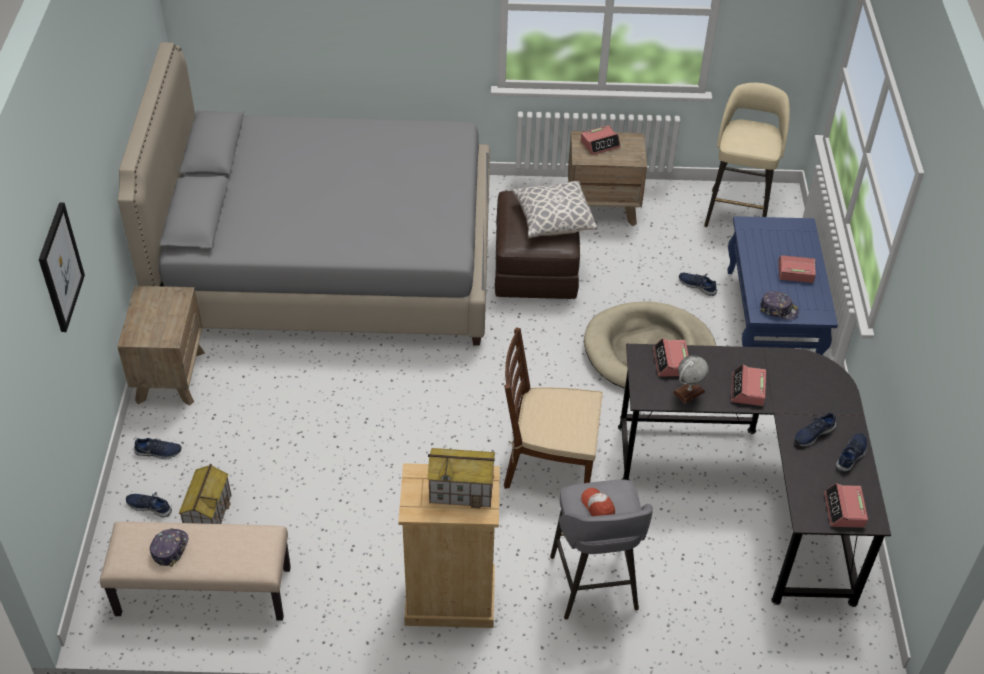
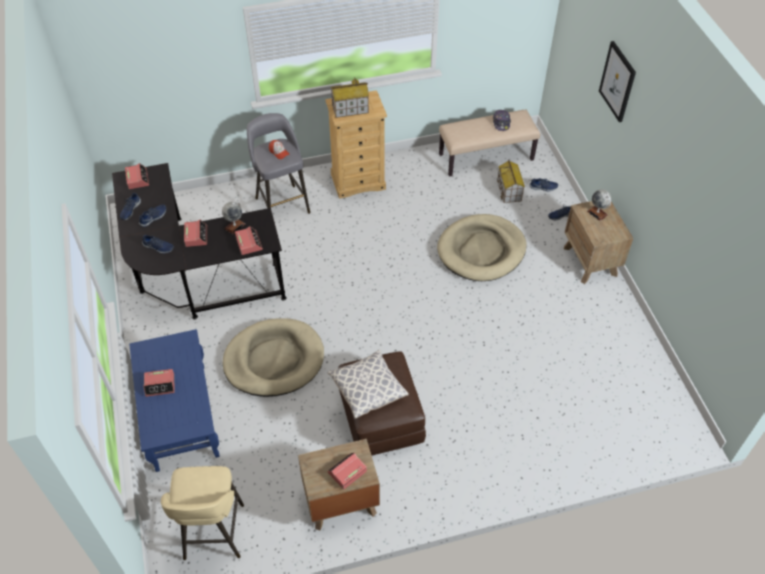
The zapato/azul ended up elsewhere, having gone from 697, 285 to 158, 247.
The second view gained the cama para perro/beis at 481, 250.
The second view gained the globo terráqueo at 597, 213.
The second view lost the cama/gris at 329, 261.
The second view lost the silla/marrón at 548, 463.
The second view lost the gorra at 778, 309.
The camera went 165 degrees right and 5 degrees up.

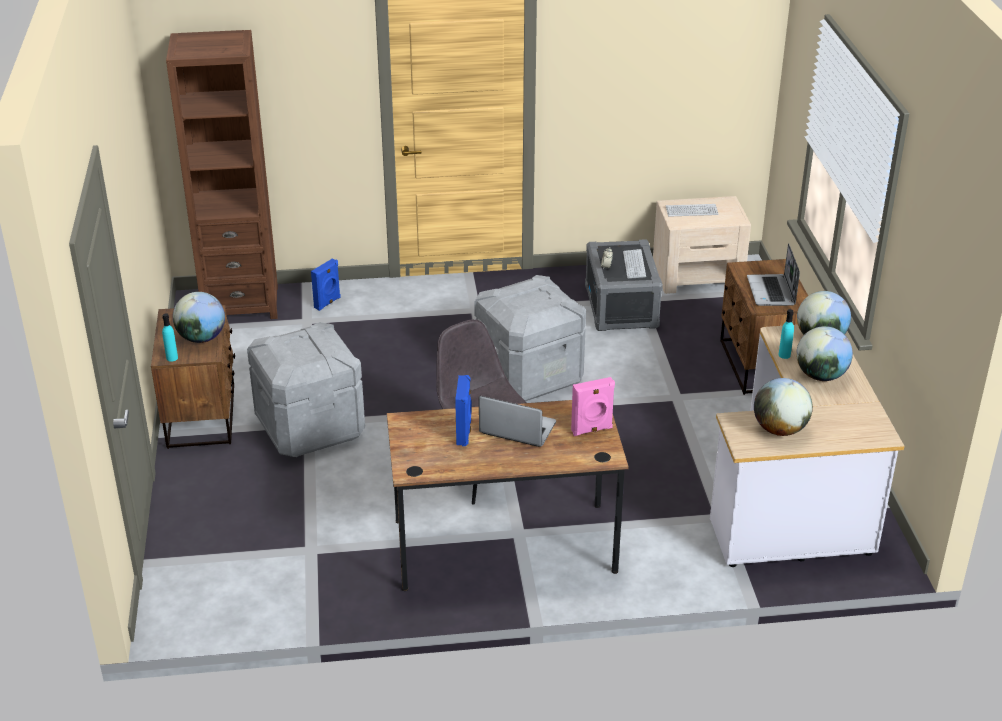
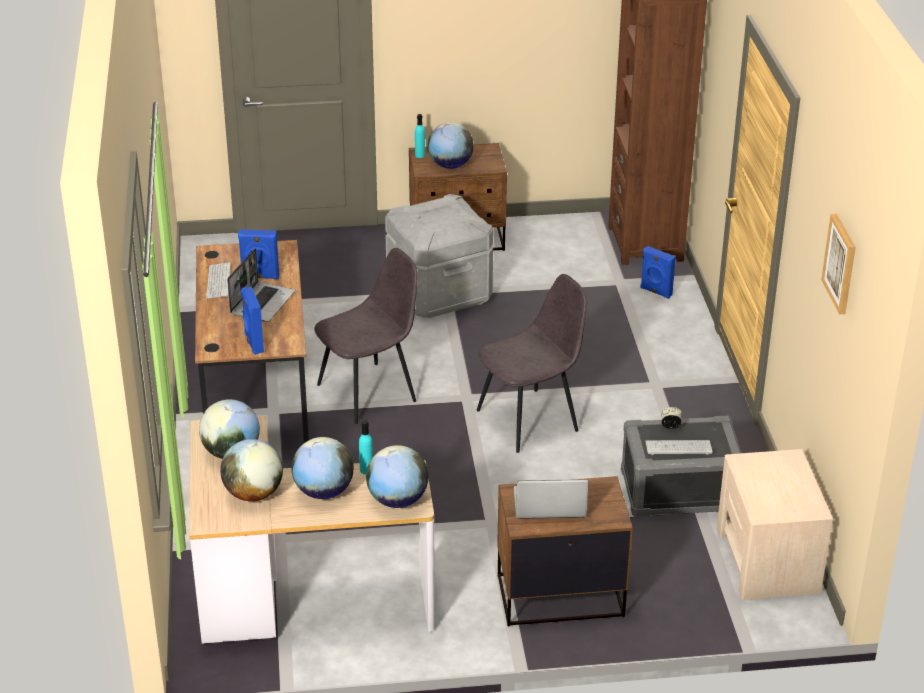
The teclado ended up elsewhere, having gone from 691, 211 to 218, 282.
The second view gained the globo terráqueo at 253, 494.
What was the altavoz/rosa at 592, 430 turned into the altavoz/azul at 253, 343.
Where the caja de almacenaje/gris stood at 529, 375, the silla/gris came to stand at 529, 420.
The second view gained the cuadro at 840, 263.
The camera went 90 degrees right and 0 degrees up.

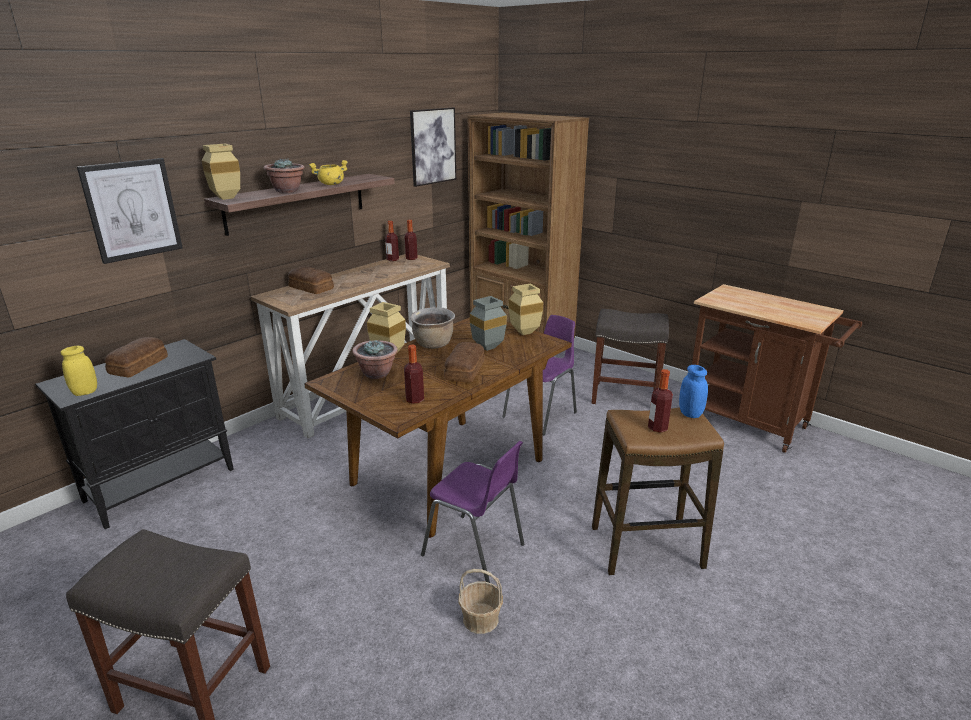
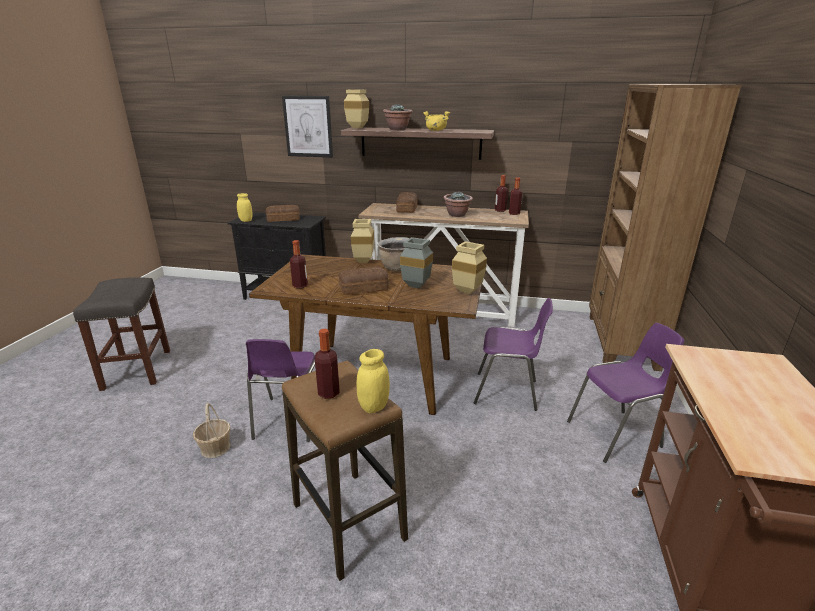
What was the tarro/azul at 690, 413 turned into the tarro/amarillo at 374, 406.
The planta en maceta ended up elsewhere, having gone from 377, 373 to 457, 215.
Where the taburete/gris stood at 626, 396, the silla/morado came to stand at 616, 434.
The second view lost the cuadro at 433, 146.
The camera went 60 degrees right and 0 degrees up.

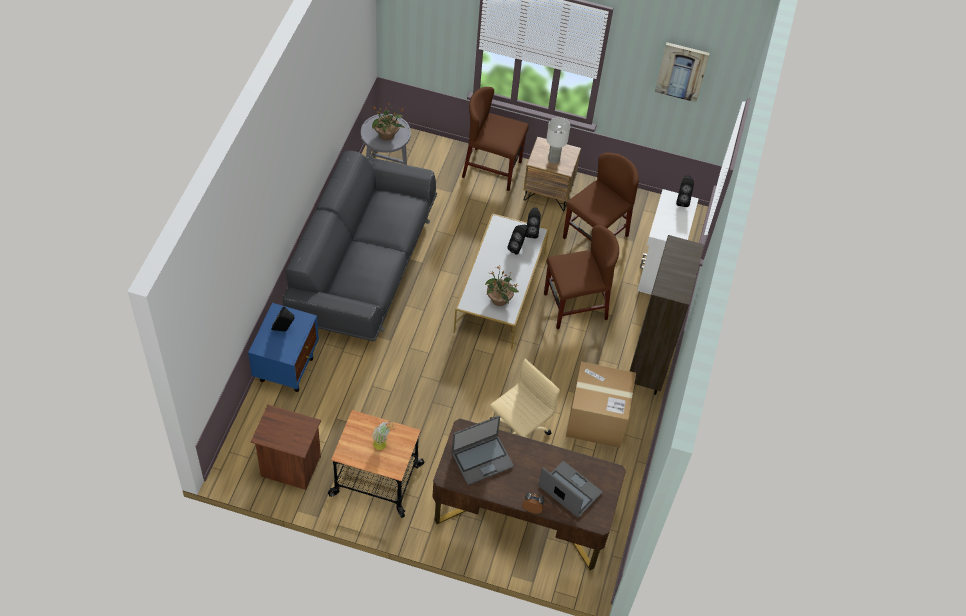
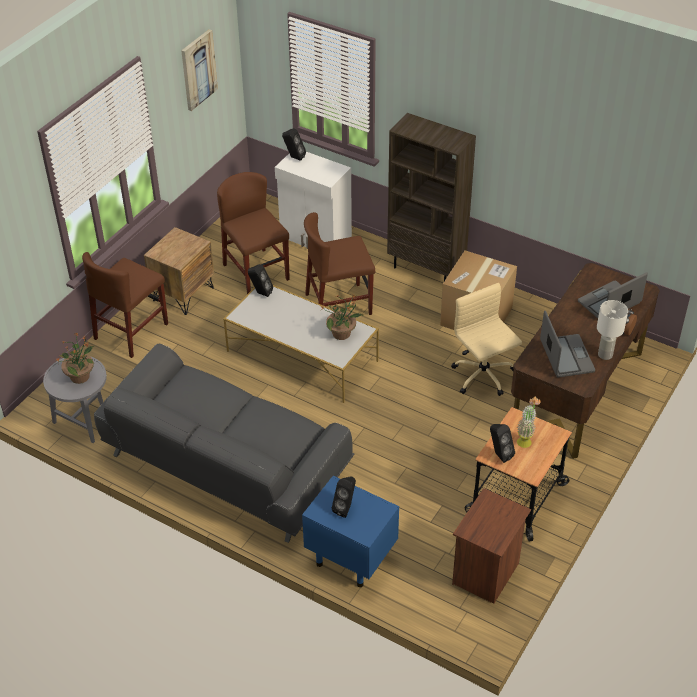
The silla/marrón at 575, 306 ended up facing another way, 105 degrees counterclockwise from before.
The altavoz/negro ended up elsewhere, having gone from 518, 247 to 499, 454.
The lámpara de mesa/blanco ended up elsewhere, having gone from 554, 159 to 605, 355.
The camera went 70 degrees left and 10 degrees down.

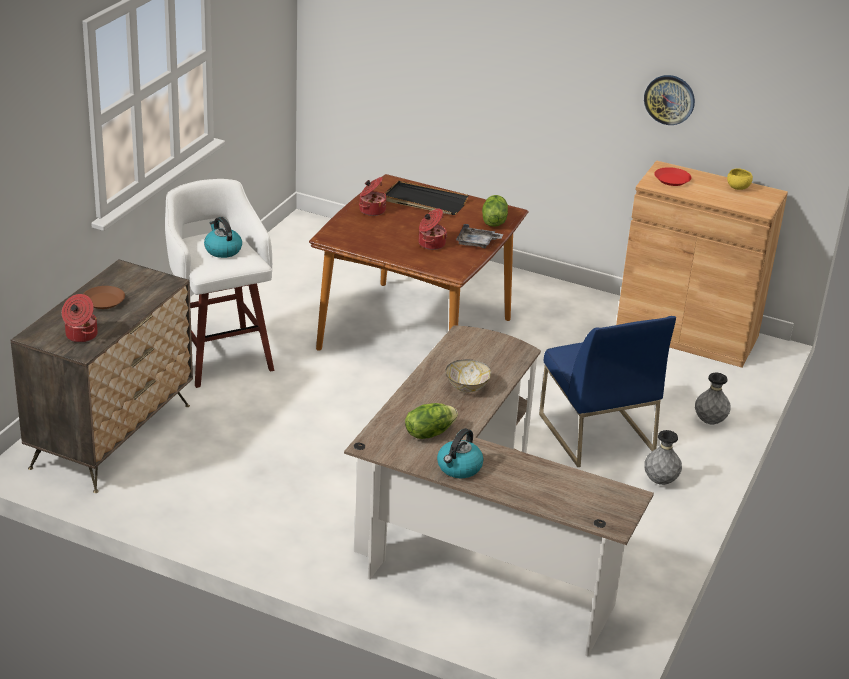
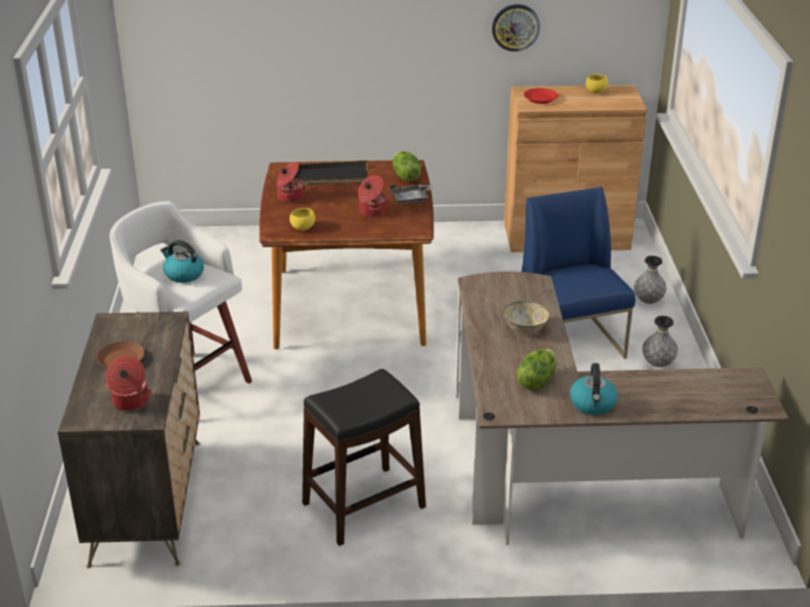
The second view gained the cuenco/amarillo at 303, 228.
The second view gained the taburete/negro at 364, 505.
The silla/azul at 595, 432 ended up facing another way, 150 degrees counterclockwise from before.
The camera went 25 degrees left and 0 degrees up.

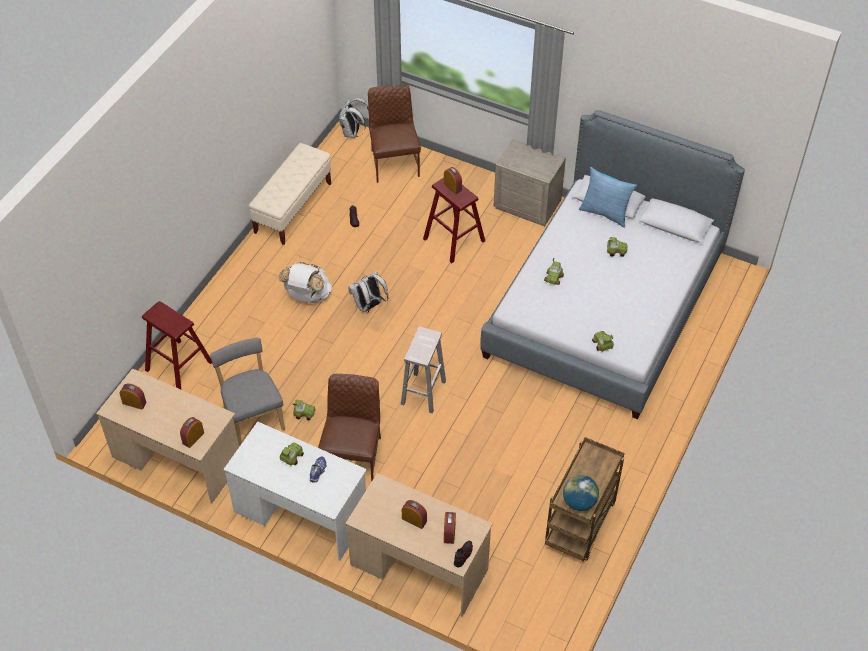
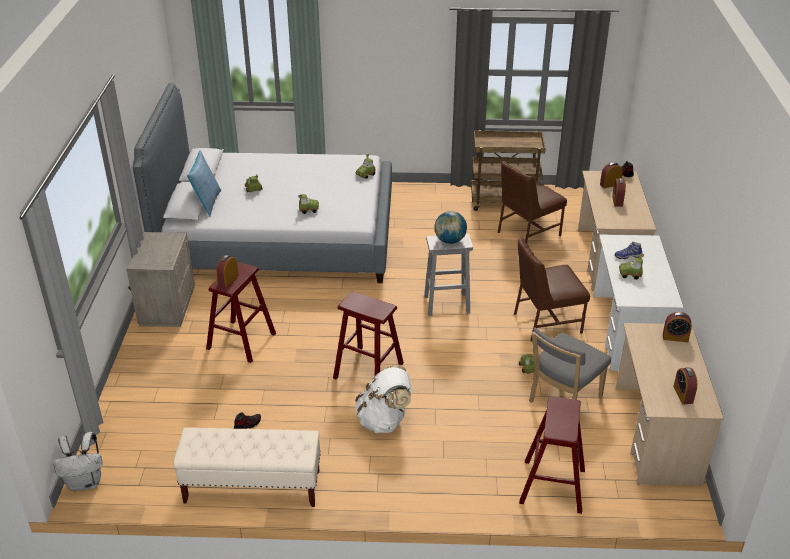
Where the mochila/blanco stood at 369, 306, the taburete/rojo came to stand at 368, 370.
The globo terráqueo ended up elsewhere, having gone from 579, 502 to 450, 241.
The silla/marrón ended up elsewhere, having gone from 394, 162 to 527, 233.
The camera went 115 degrees left and 15 degrees down.

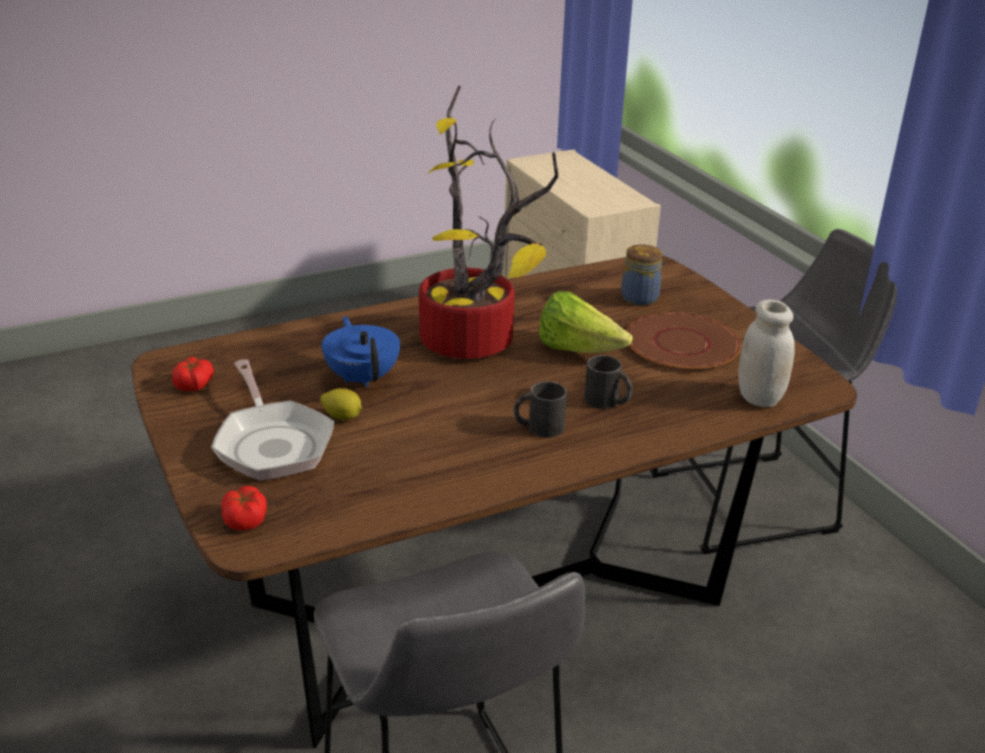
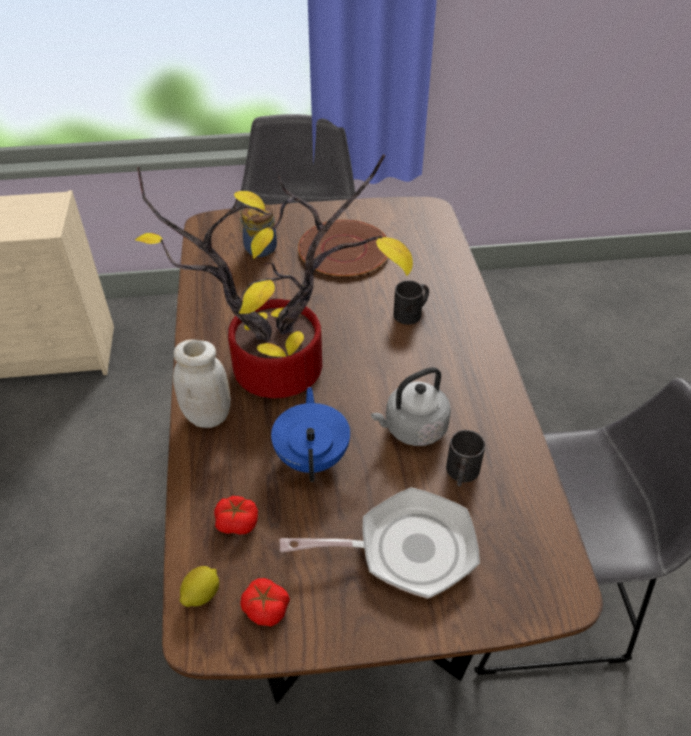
The tarro/blanco ended up elsewhere, having gone from 759, 397 to 208, 416.
The limón ended up elsewhere, having gone from 342, 417 to 201, 594.
The tomate ended up elsewhere, having gone from 245, 519 to 237, 522.
The tetera/azul at 362, 377 ended up facing another way, 90 degrees clockwise from before.
The second view gained the hervidor/gris at 412, 429.
The taza grande/negro ended up elsewhere, having gone from 538, 427 to 461, 474.
The second view lost the lechuga at 577, 350.
The camera went 70 degrees left and 15 degrees up.

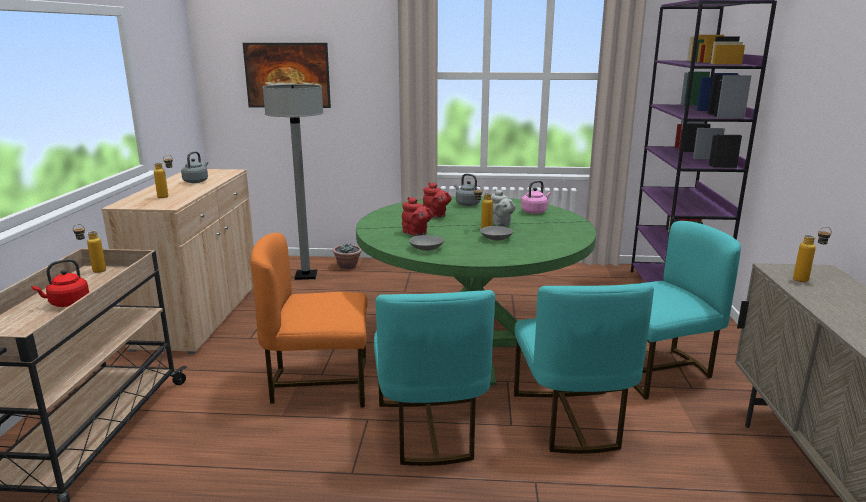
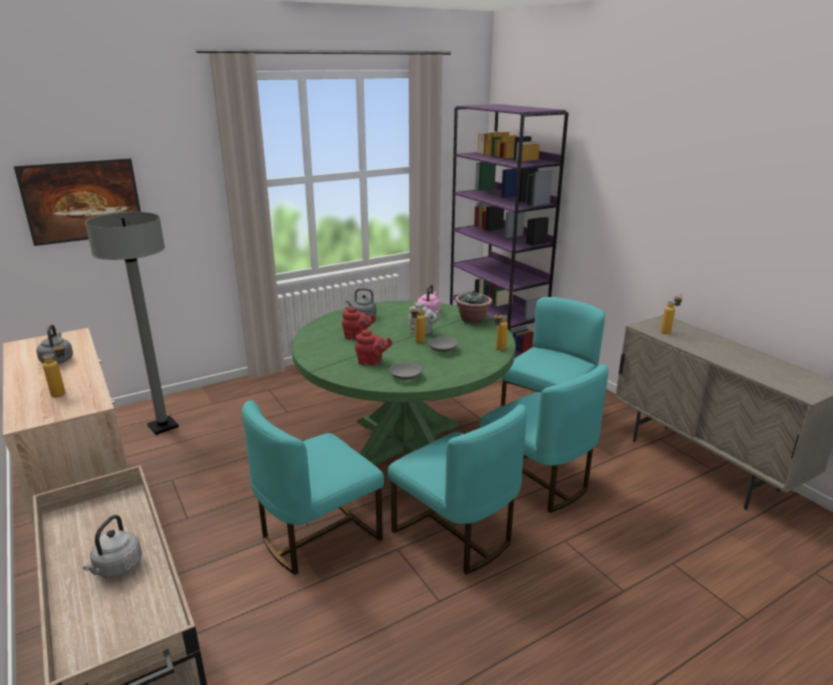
What was the hervidor/rojo at 67, 303 turned into the hervidor/gris at 117, 568.
What was the silla/naranja at 319, 384 turned into the silla/turquesa at 318, 535.
The planta en maceta ended up elsewhere, having gone from 348, 266 to 472, 320.
The botella ended up elsewhere, having gone from 93, 271 to 498, 350.
The camera went 35 degrees left and 5 degrees up.

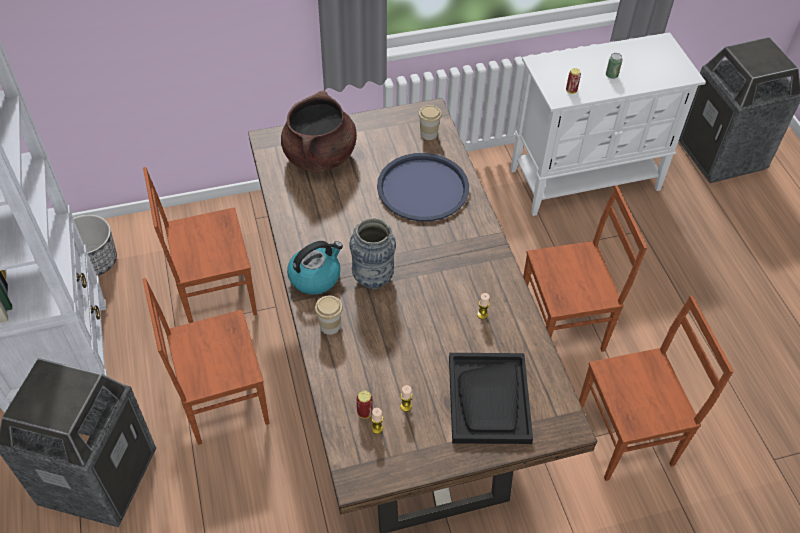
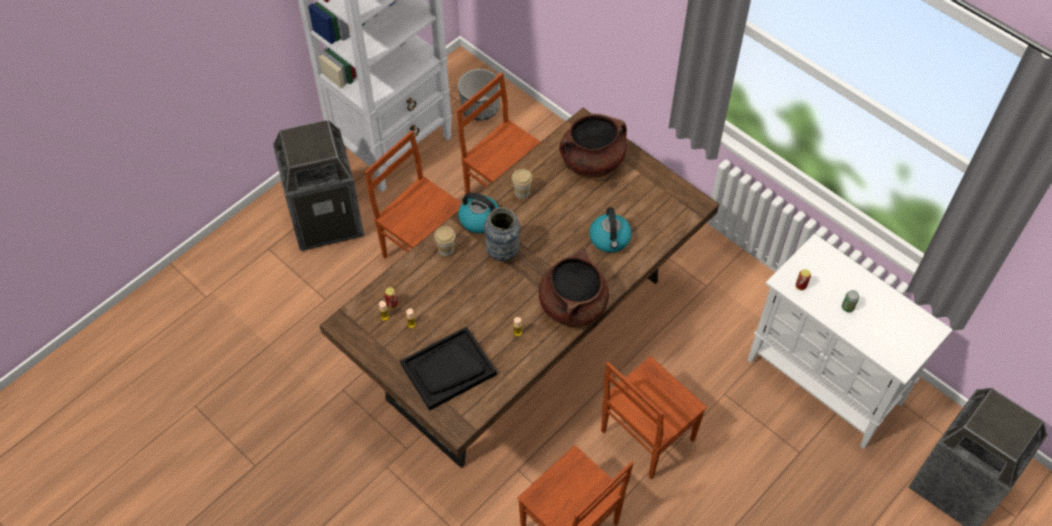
The taza ended up elsewhere, having gone from 428, 134 to 522, 192.
The second view gained the olla/marrón at 572, 305.
Where the bandeja/azul stood at 422, 188, the hervidor came to stand at 610, 239.
The silla/marrón at 563, 326 ended up facing another way, 90 degrees clockwise from before.
The camera went 60 degrees right and 5 degrees up.

